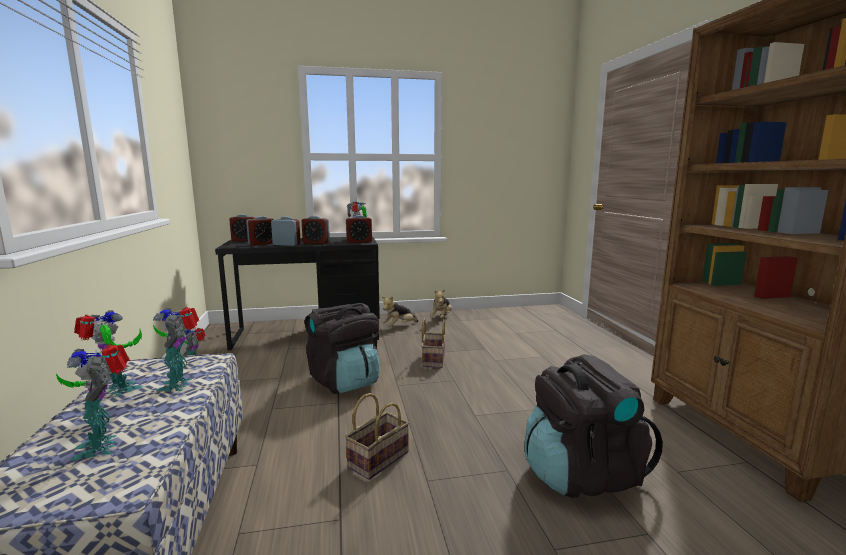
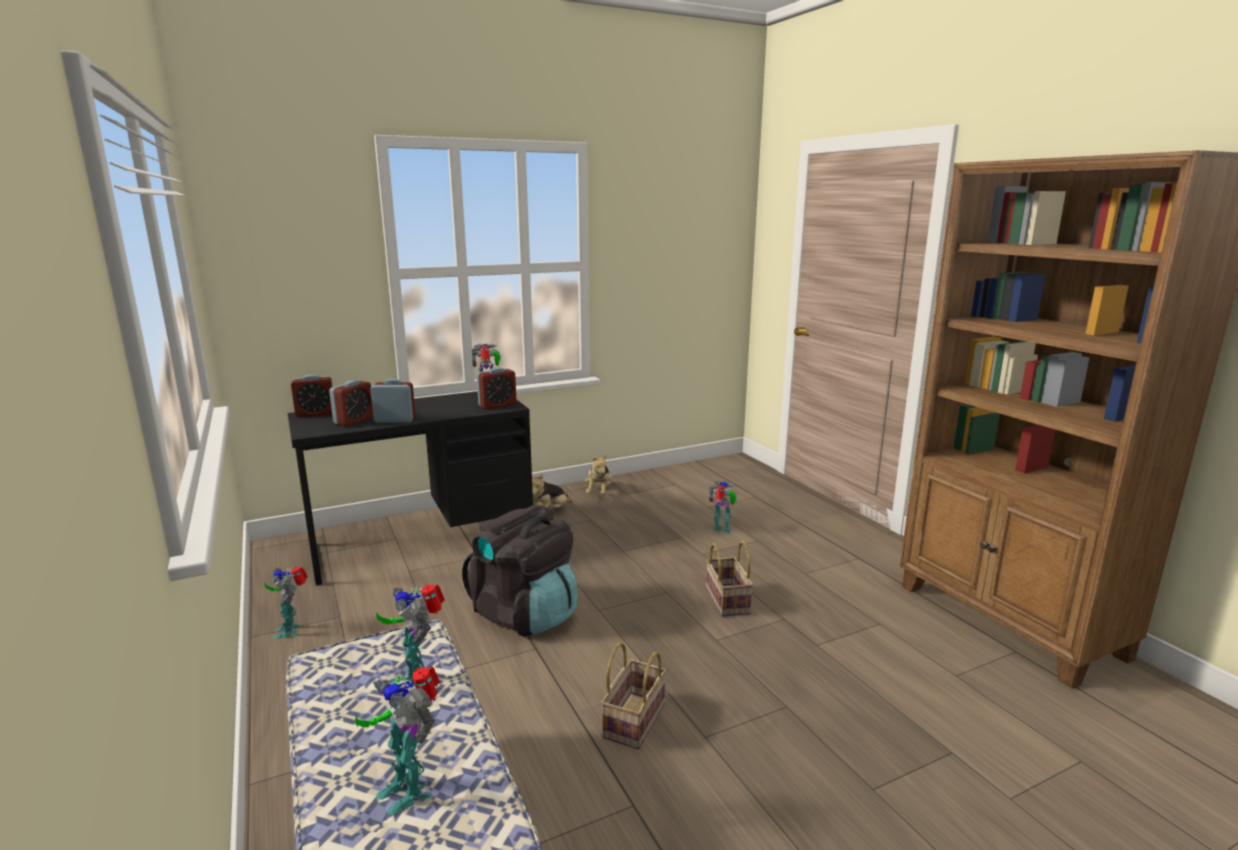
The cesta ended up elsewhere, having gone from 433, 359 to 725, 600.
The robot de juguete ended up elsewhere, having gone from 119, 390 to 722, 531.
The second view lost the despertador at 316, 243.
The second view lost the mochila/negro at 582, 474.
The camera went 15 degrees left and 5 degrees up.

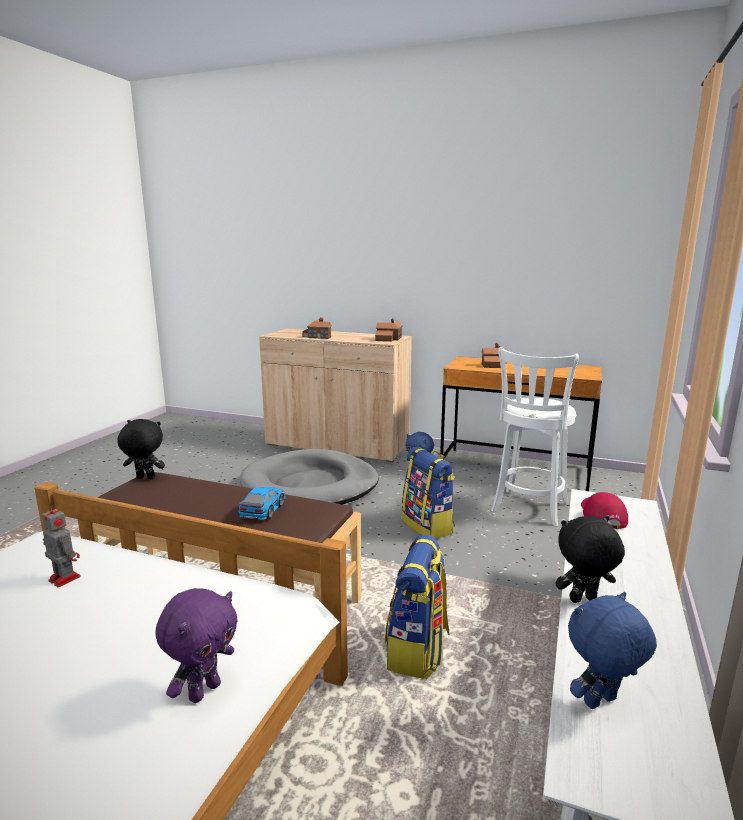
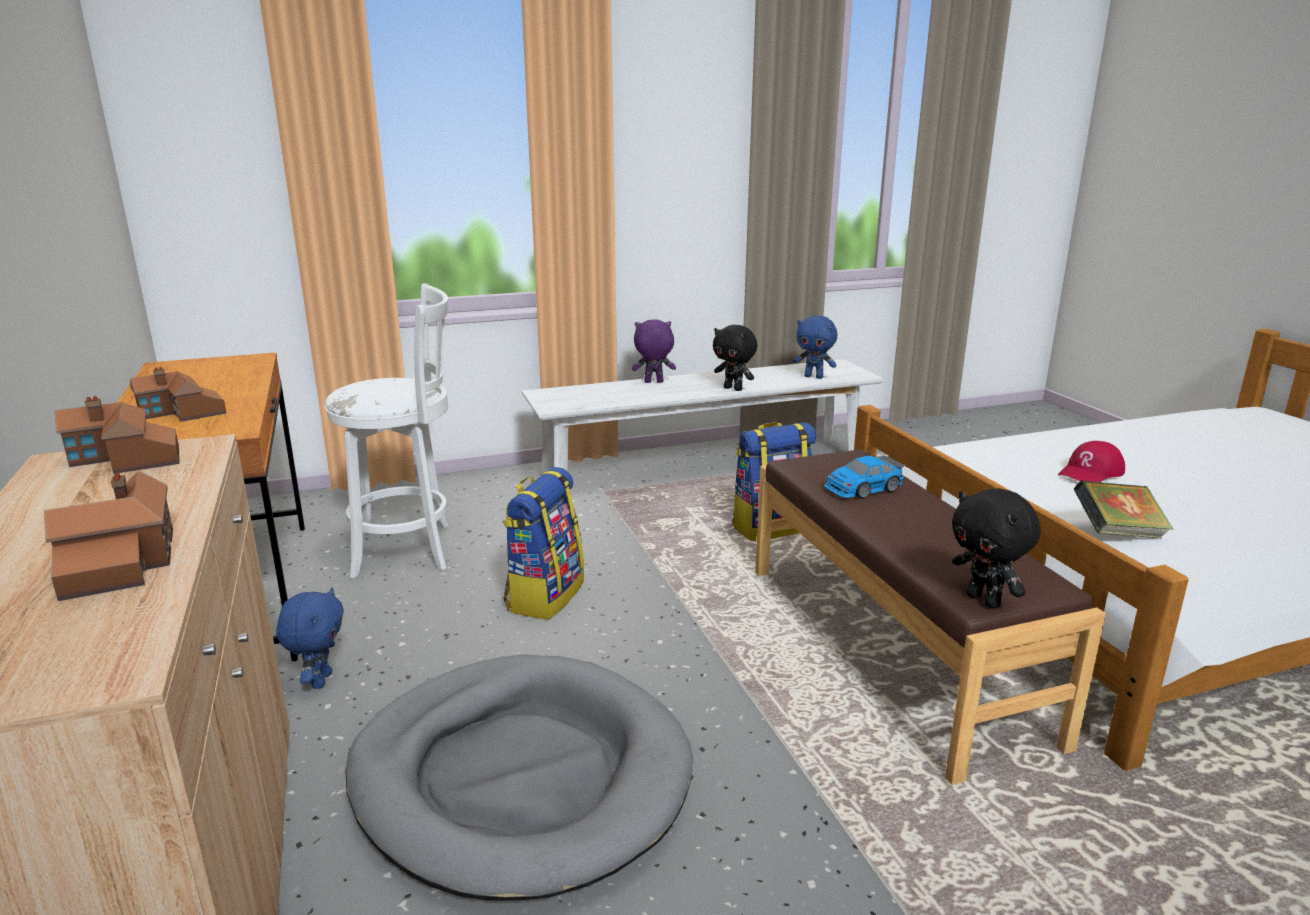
The peluche/morado ended up elsewhere, having gone from 204, 690 to 653, 382.
The gorra/rojo ended up elsewhere, having gone from 601, 515 to 1091, 473.
Where the robot de juguete stood at 63, 578, the libro came to stand at 1117, 533.
The camera went 130 degrees left and 5 degrees up.

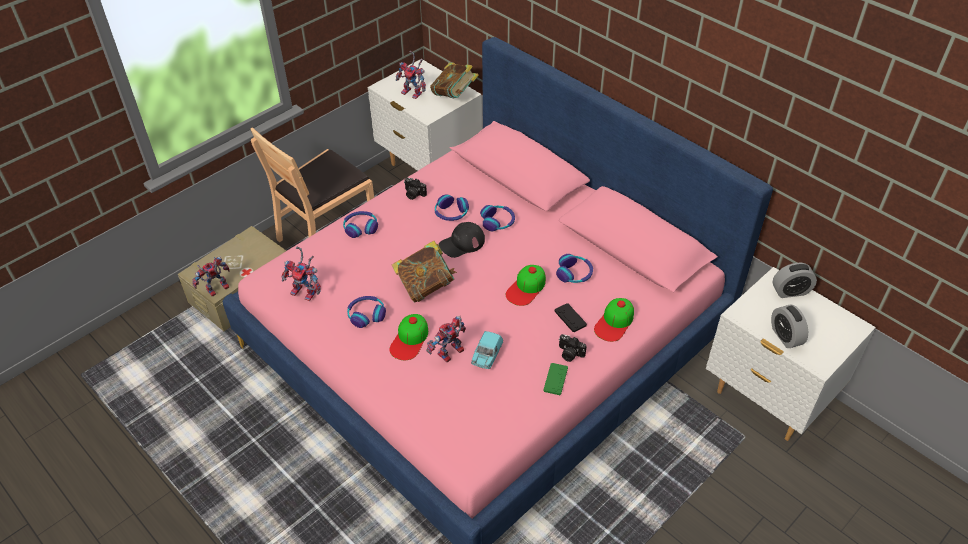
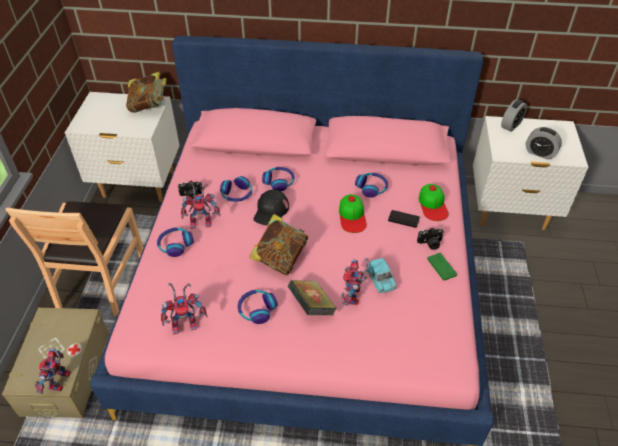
The robot de juguete ended up elsewhere, having gone from 414, 93 to 202, 221.
Where the gorra stood at 410, 340, the libro came to stand at 312, 306.
The camera went 40 degrees left and 0 degrees up.

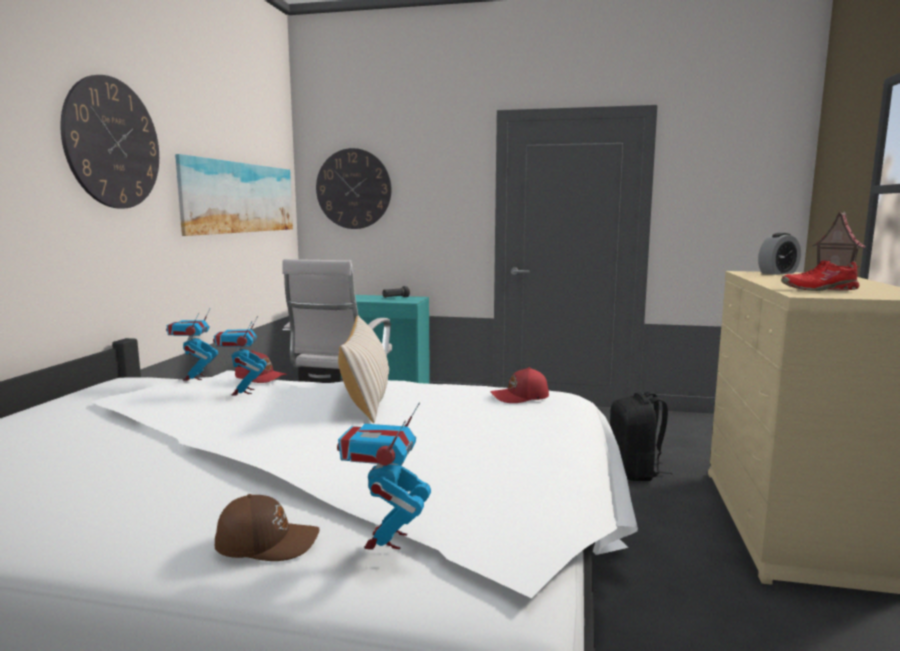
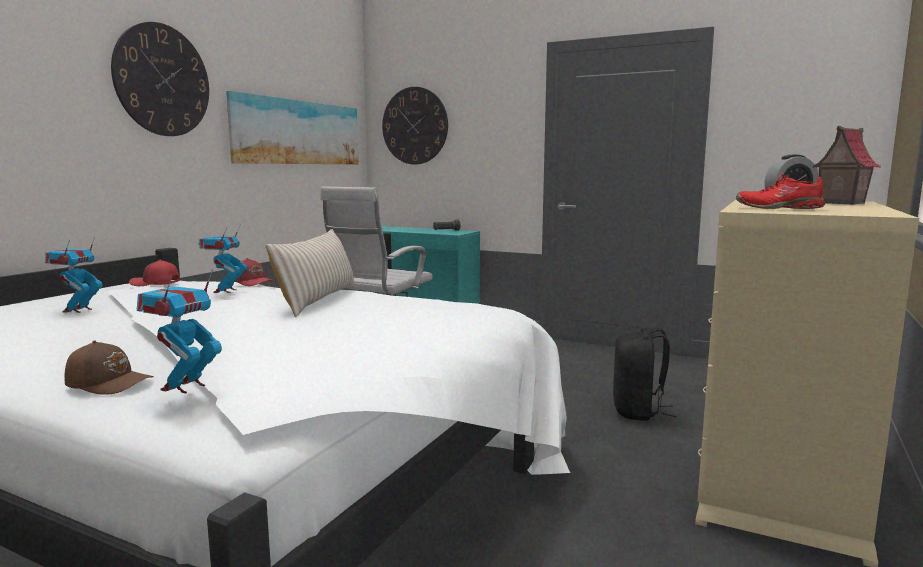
The robot de juguete ended up elsewhere, having gone from 195, 378 to 78, 310.
The gorra/rojo ended up elsewhere, having gone from 520, 397 to 155, 283.
The camera went 15 degrees right and 0 degrees up.

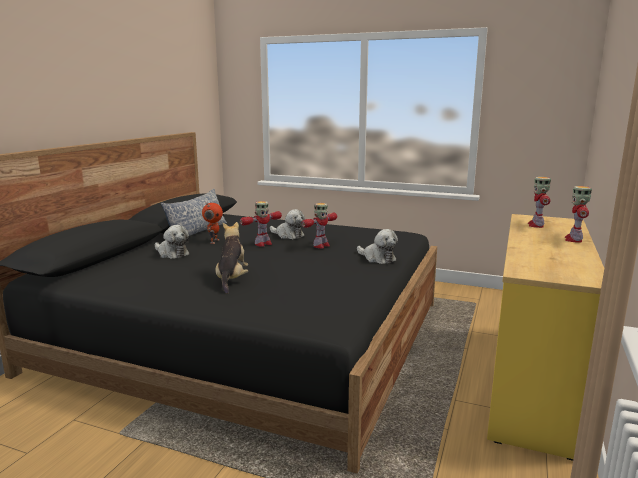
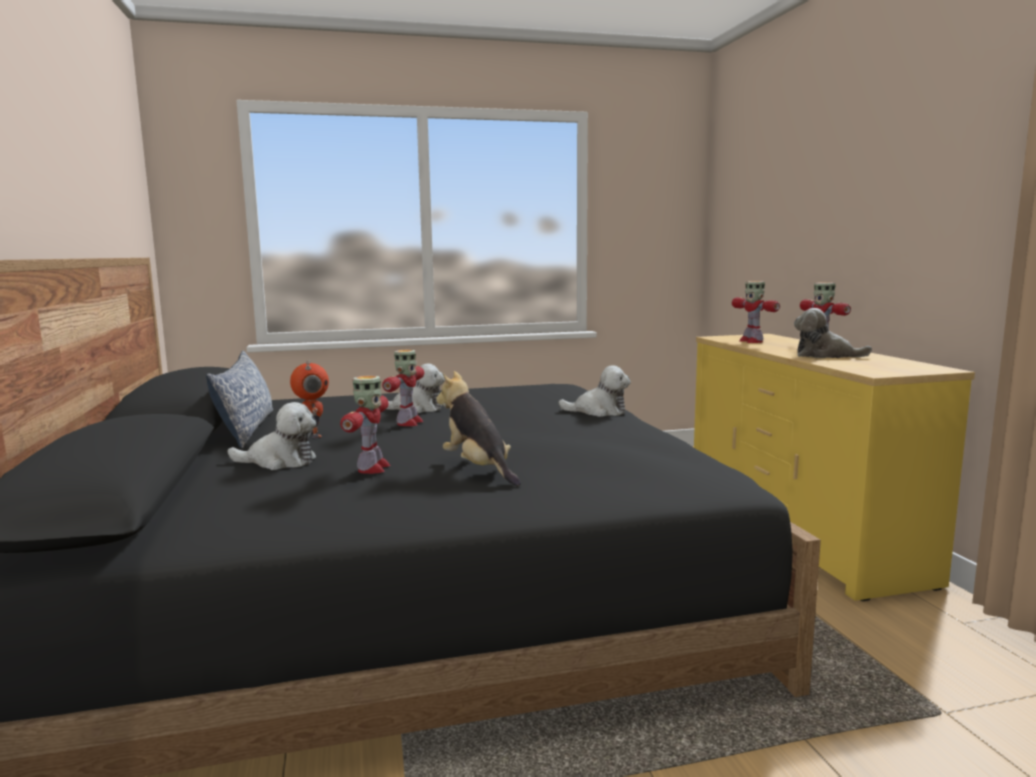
The robot de juguete ended up elsewhere, having gone from 321, 246 to 372, 468.
The second view gained the peluche at 825, 356.
The camera went 35 degrees left and 5 degrees down.

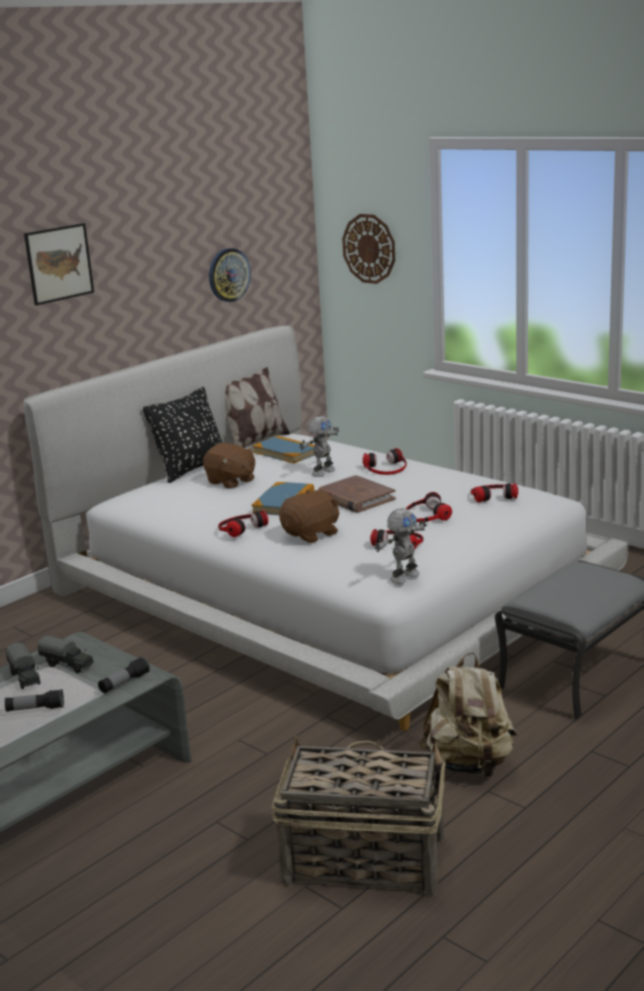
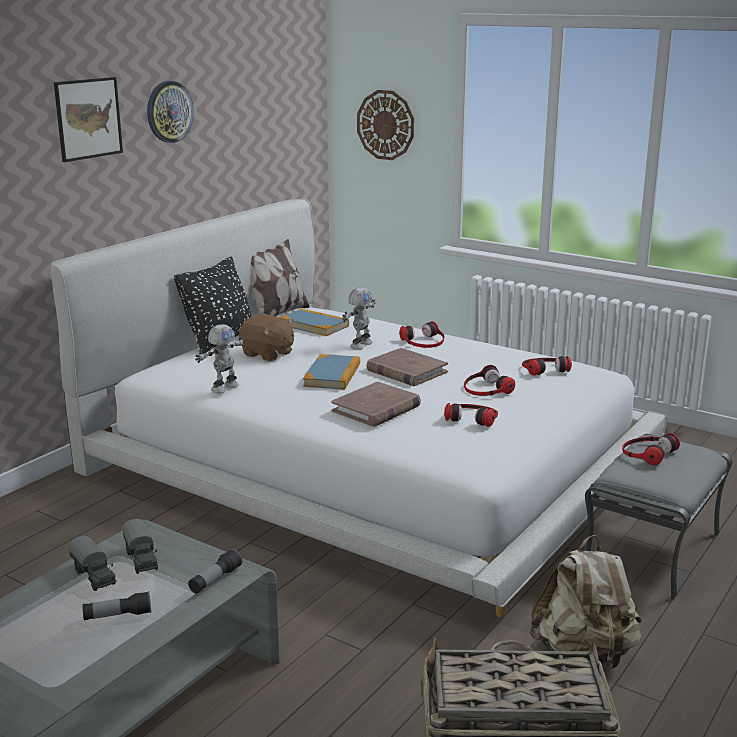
The camión de juguete at 68, 665 ended up facing another way, 45 degrees clockwise from before.
The reloj de pared ended up elsewhere, having gone from 228, 275 to 169, 111.
The robot de juguete ended up elsewhere, having gone from 403, 577 to 224, 387.
Where the peluche/marrón stood at 312, 534, the libro/marrón came to stand at 376, 408.
The auriculares ended up elsewhere, having gone from 240, 527 to 647, 453.
The camera went 10 degrees left and 0 degrees up.

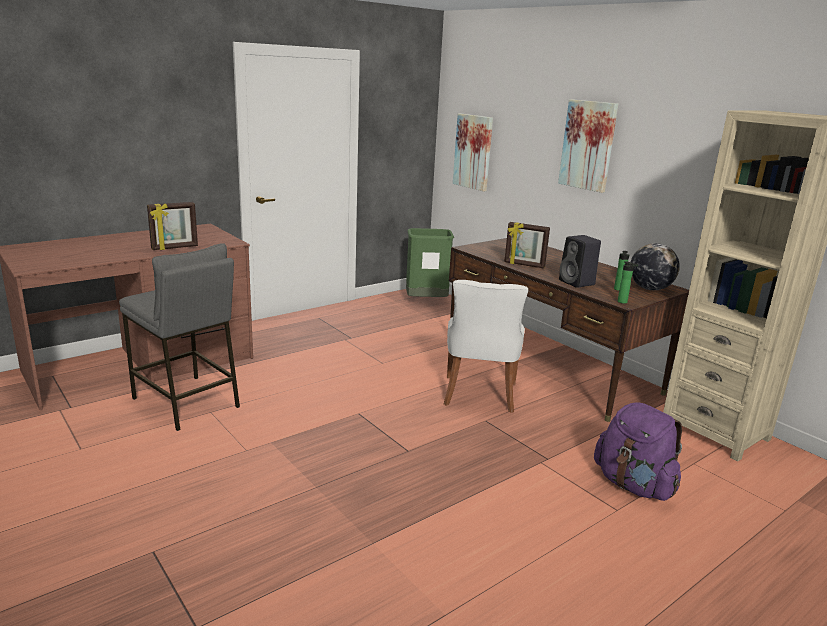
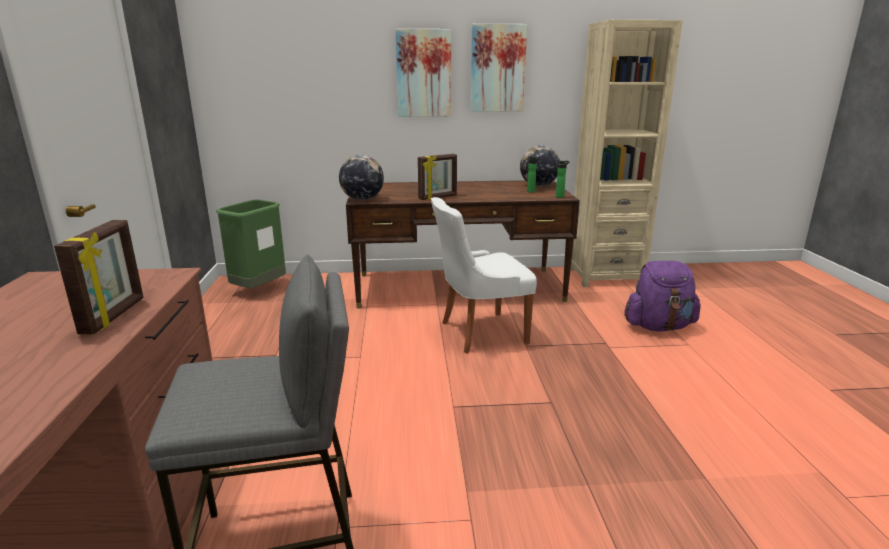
The second view gained the globo terráqueo at 362, 199.
The silla/blanco at 479, 395 ended up facing another way, 120 degrees clockwise from before.
The cuadro ended up elsewhere, having gone from 473, 152 to 497, 68.
The second view lost the altavoz/negro at 577, 283.
The camera went 55 degrees left and 0 degrees up.

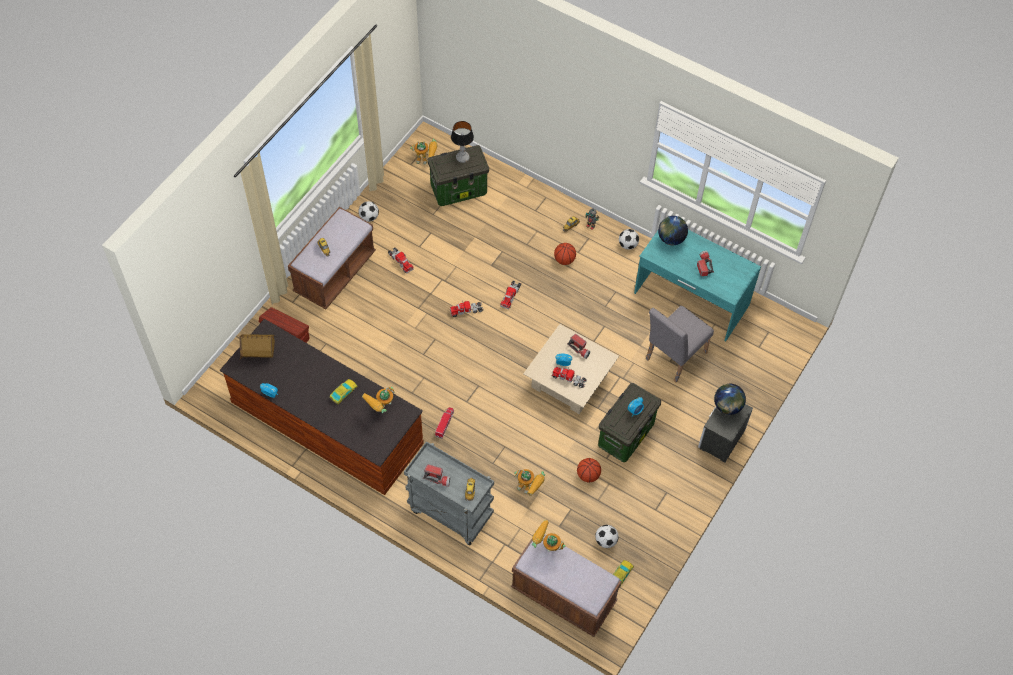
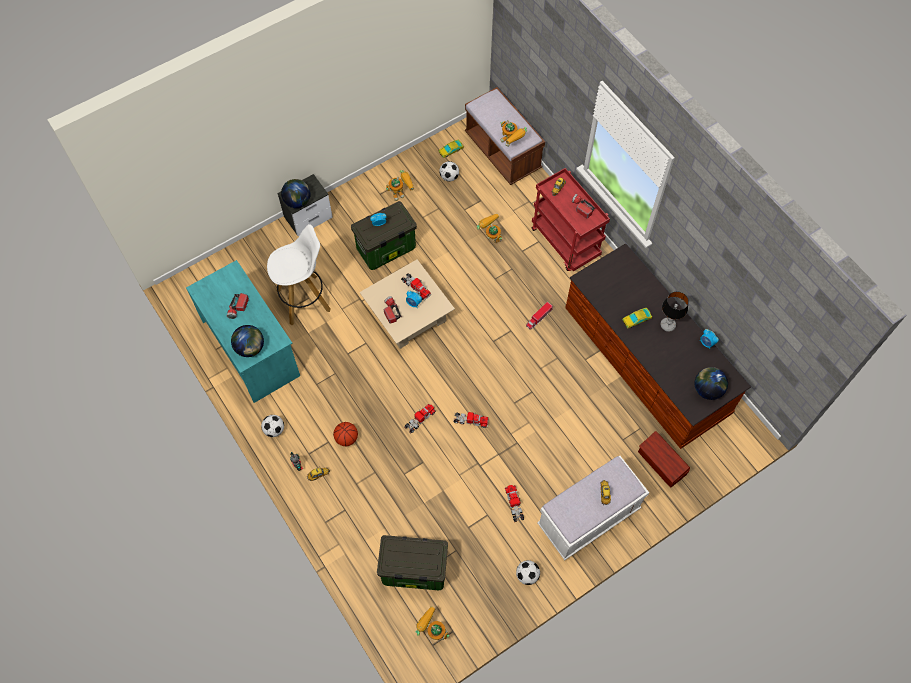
Where the silla/gris stood at 672, 358, the taburete/blanco came to stand at 304, 299.
The robot de juguete ended up elsewhere, having gone from 381, 409 to 401, 193.
What was the carrito/gris at 449, 512 turned into the carrito/rojo at 566, 243.
What was the banco/marrón at 335, 273 turned into the banco/blanco at 588, 517.
The lámpara de mesa ended up elsewhere, having gone from 463, 157 to 667, 325.
Where the casita stood at 259, 352, the globo terráqueo came to stand at 707, 389.
The second view lost the balón de baloncesto at 588, 475.
The camera went 155 degrees left and 5 degrees up.

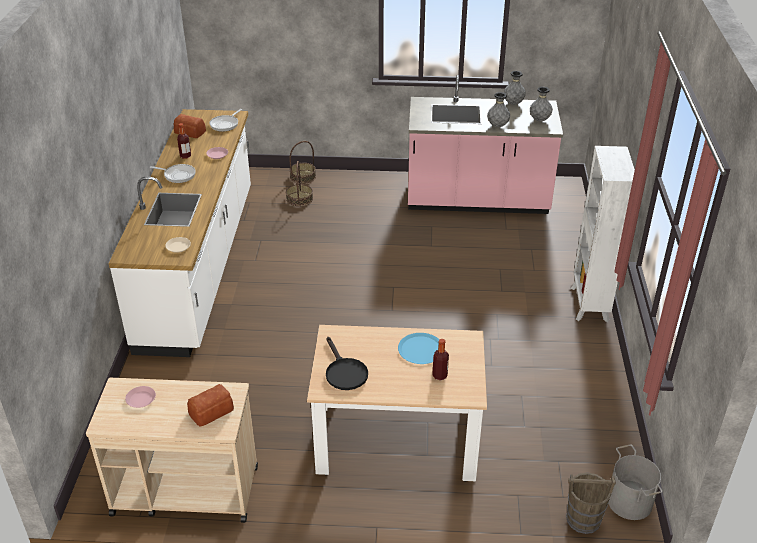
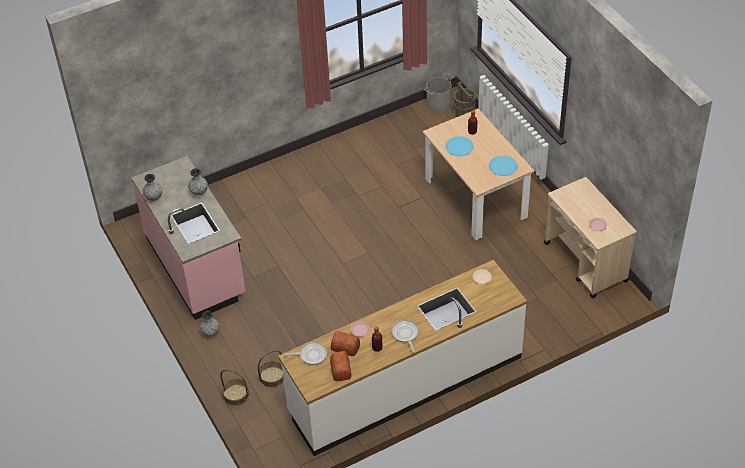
The florero/gris ended up elsewhere, having gone from 539, 120 to 210, 333.
The pan ended up elsewhere, having gone from 212, 411 to 345, 346.
Where the sartén/negro stood at 344, 372, the plato/azul came to stand at 503, 166.
The second view lost the estantería/blanco at 589, 305.
The camera went 120 degrees left and 10 degrees up.

